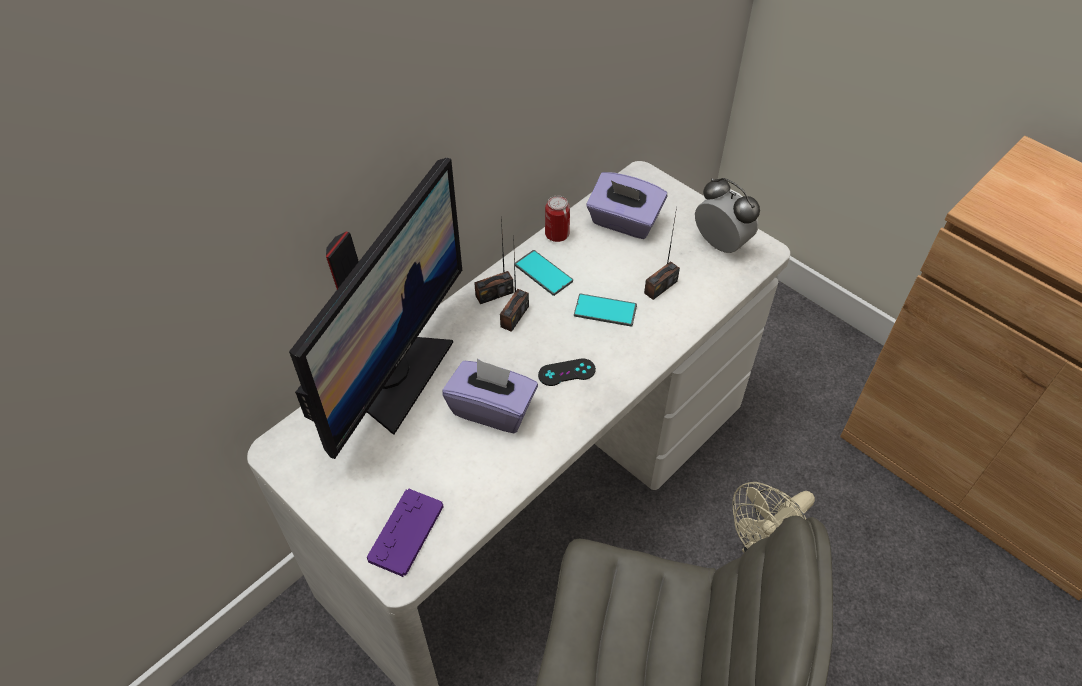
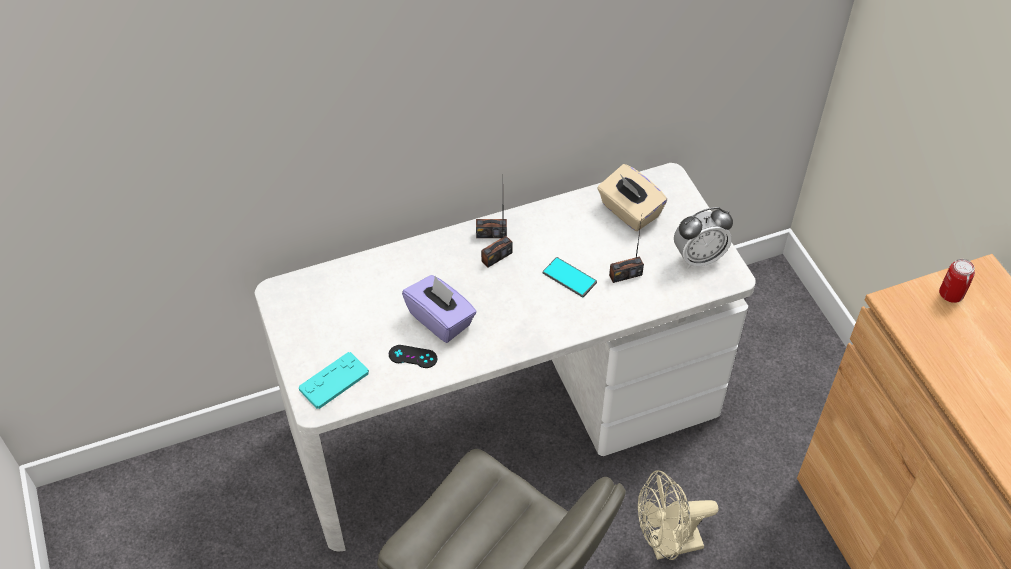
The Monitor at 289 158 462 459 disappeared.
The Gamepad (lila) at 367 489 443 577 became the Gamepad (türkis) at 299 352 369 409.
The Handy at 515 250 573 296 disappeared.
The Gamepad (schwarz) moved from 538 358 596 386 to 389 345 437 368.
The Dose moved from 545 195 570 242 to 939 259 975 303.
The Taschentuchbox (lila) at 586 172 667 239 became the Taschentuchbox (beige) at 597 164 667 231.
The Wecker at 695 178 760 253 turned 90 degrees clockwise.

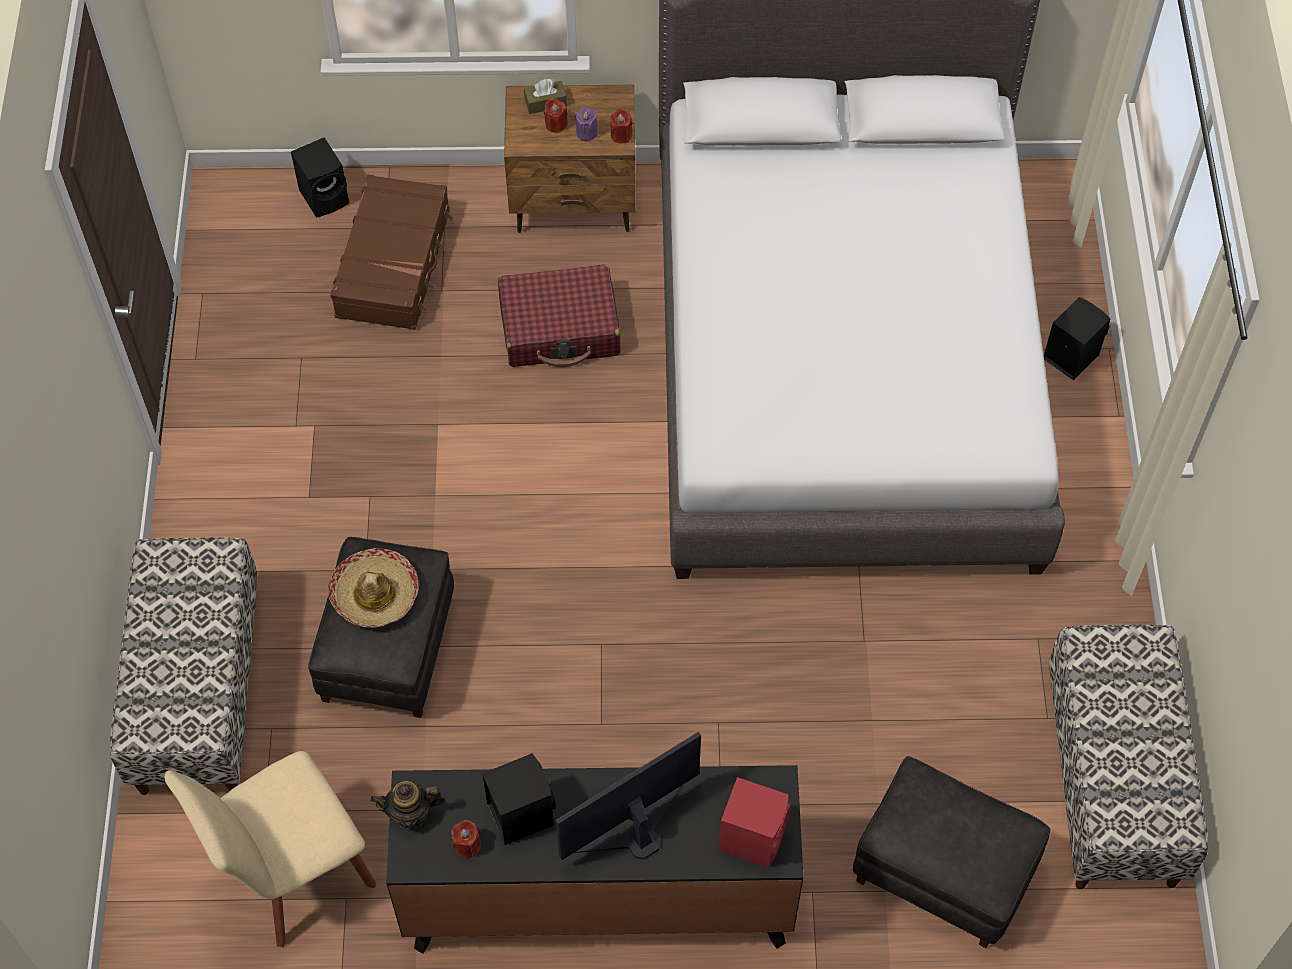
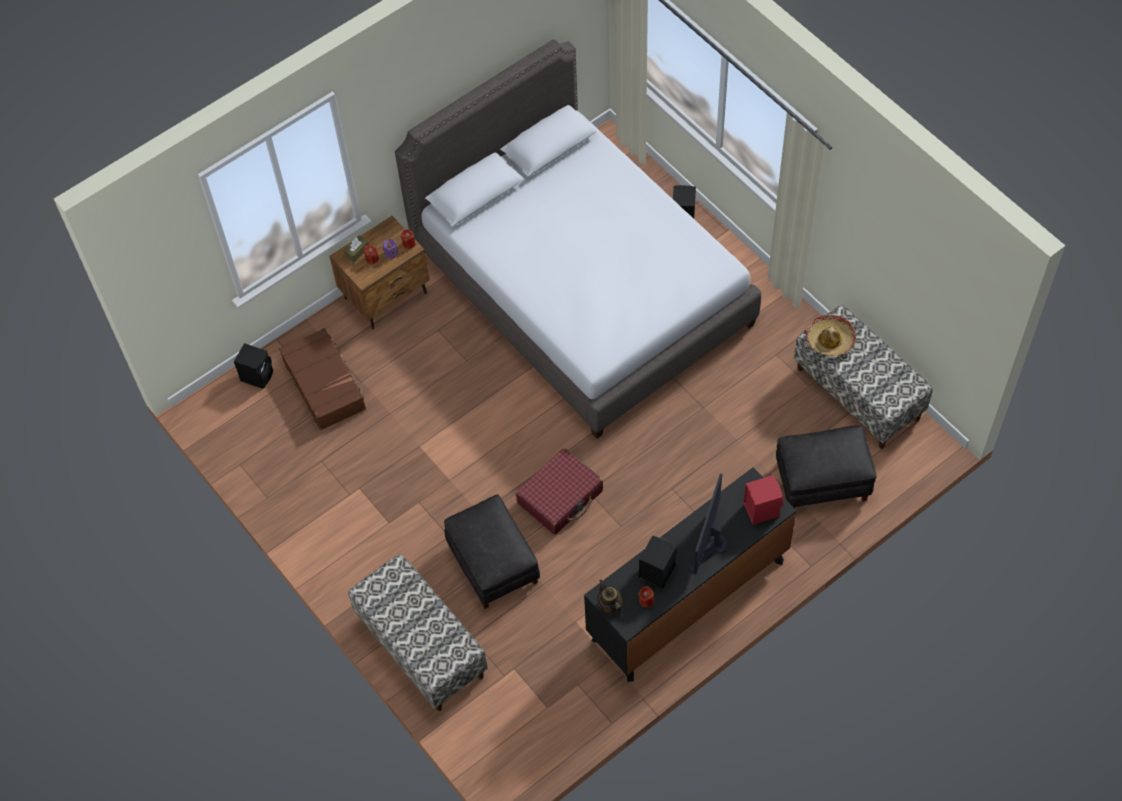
The Stuhl (beige) at 165 751 376 948 disappeared.
The Hut moved from 328 548 419 628 to 806 314 856 356.
The Teekanne at 370 780 445 829 turned 105 degrees clockwise.
The Koffer (rot) moved from 498 264 620 367 to 516 448 603 535.

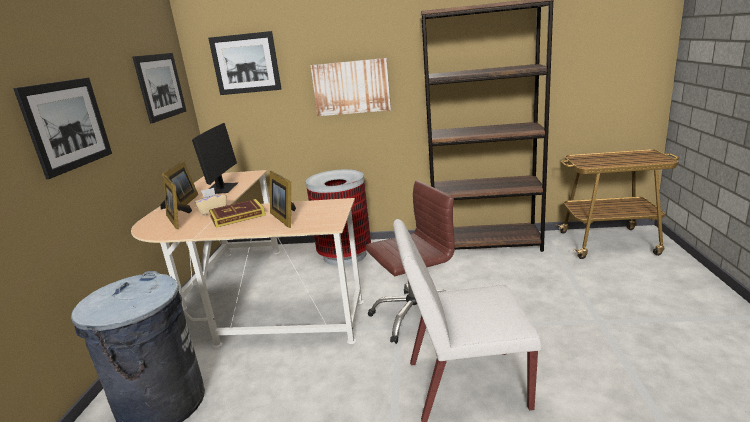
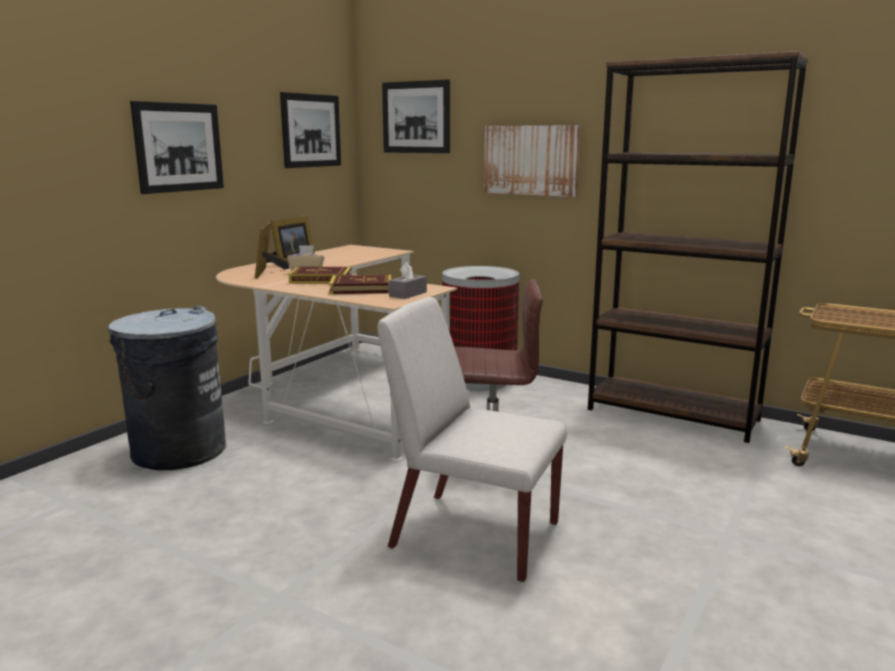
The Monitor at 192 123 239 194 disappeared.
The Bilderrahmen at 270 171 296 228 was replaced by the Buch at 329 275 391 294.
The Taschentuchbox (grau) at 389 262 427 299 appeared.

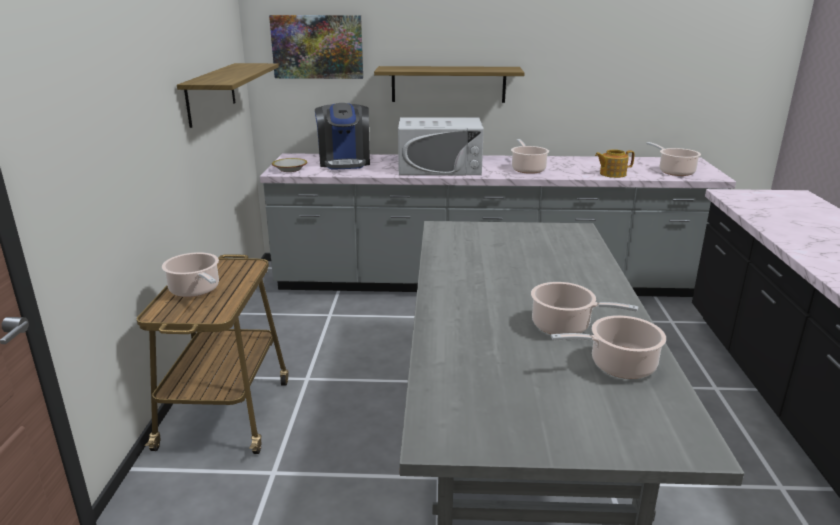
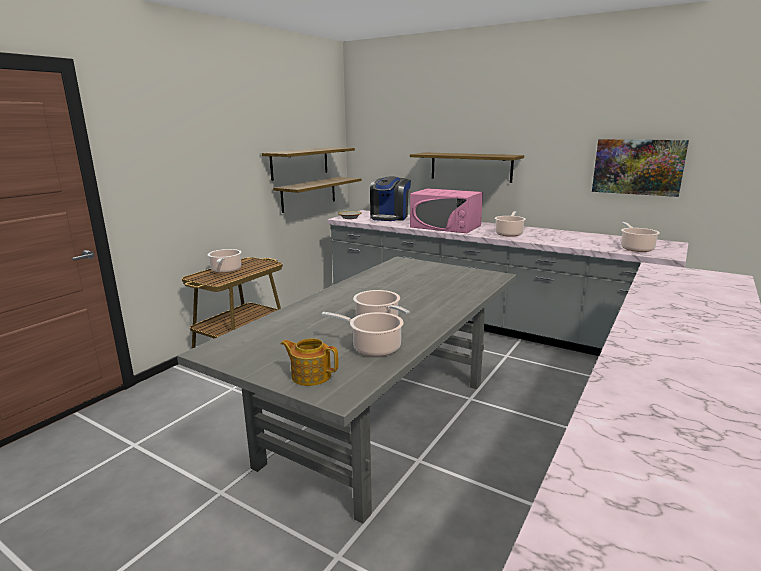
The Bild moved from 269 15 363 79 to 592 139 689 197.
The Mikrowelle (weiß) at 398 117 484 175 became the Mikrowelle (rosa) at 410 188 483 233.
The Teekanne moved from 595 149 635 178 to 281 338 338 386.
The Wandregal at 273 177 361 213 appeared.

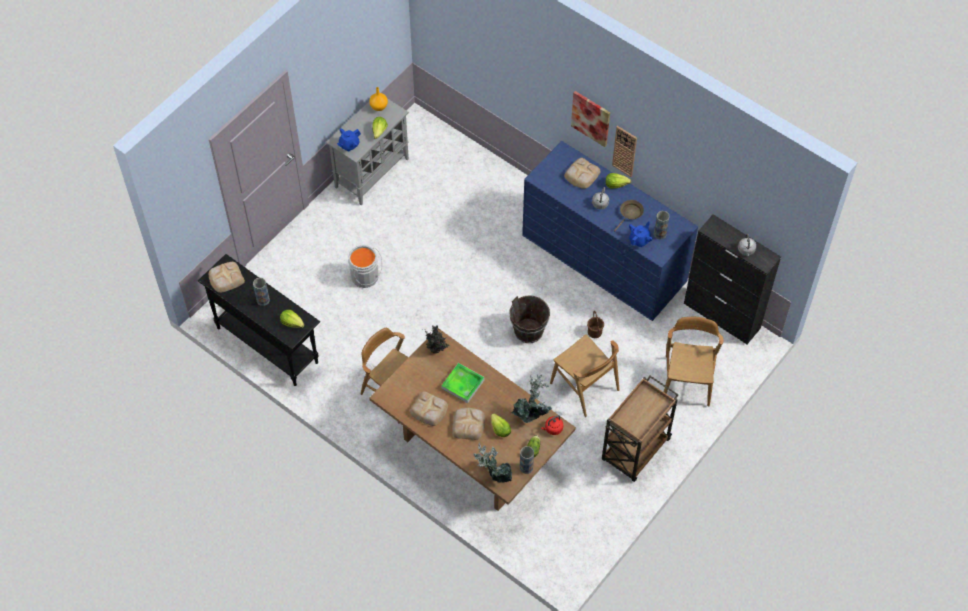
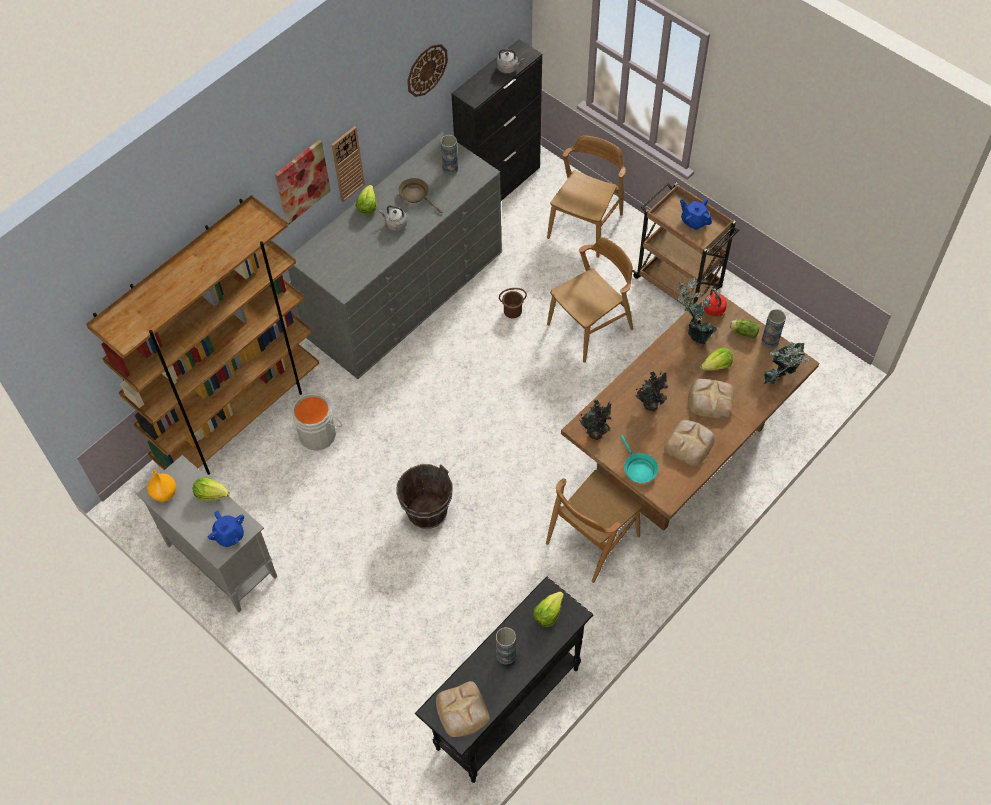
The Eimer (grau) moved from 348 245 382 288 to 292 393 342 451.
The Tablett at 441 363 485 403 was replaced by the Topfpflanze at 635 371 668 411.
The Eimer (braun) moved from 509 295 550 343 to 396 464 453 529.
The Kommode (blau) at 522 141 698 321 became the Kommode (grau) at 288 132 502 379.
The Brot at 564 158 600 189 disappeared.
The Teekanne (blau) moved from 629 221 653 247 to 680 199 712 230.
The Stuhl (braun) at 664 317 724 406 turned 105 degrees clockwise.
The Bücherregal (braun) at 86 195 319 475 appeared.
The Wanduhr at 407 44 448 97 appeared.
The Pfanne (türkis) at 621 435 658 483 appeared.

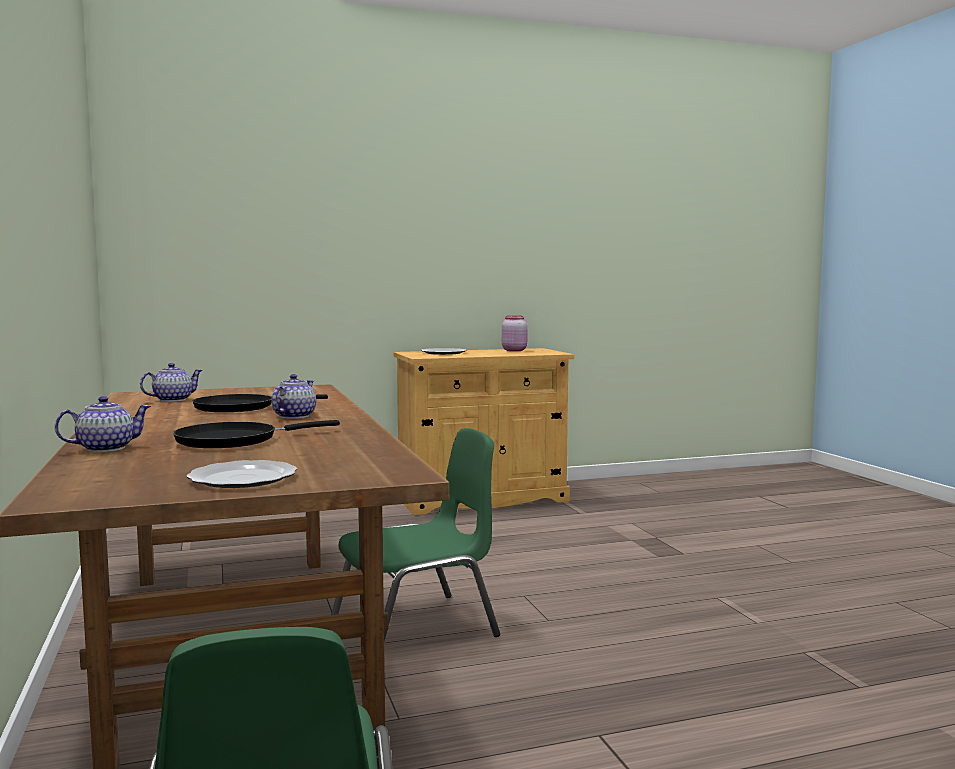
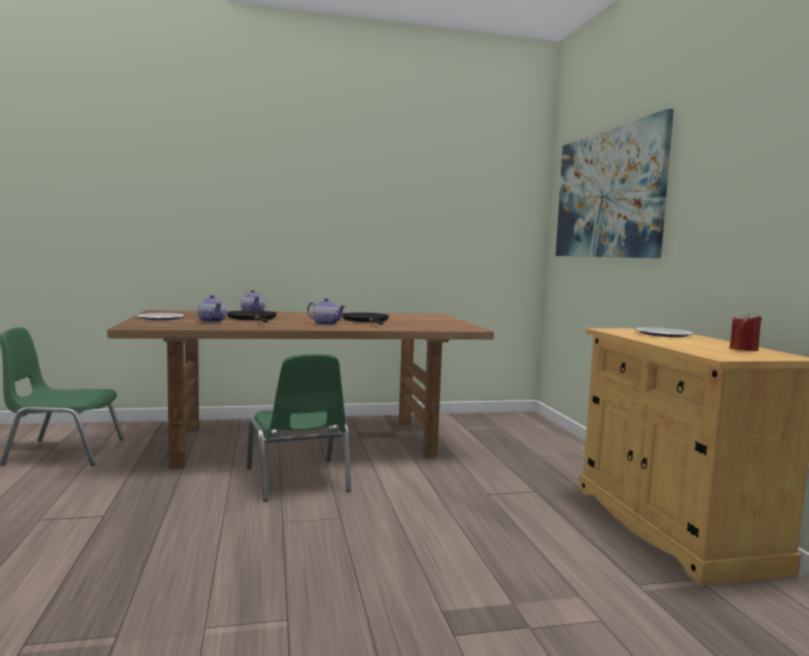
The Teekanne moved from 140 363 203 402 to 198 295 227 323.
The Vorratsglas (rosa) at 502 316 527 351 was replaced by the Kerze (rot) at 730 312 762 351.
The Bild at 556 109 674 258 appeared.

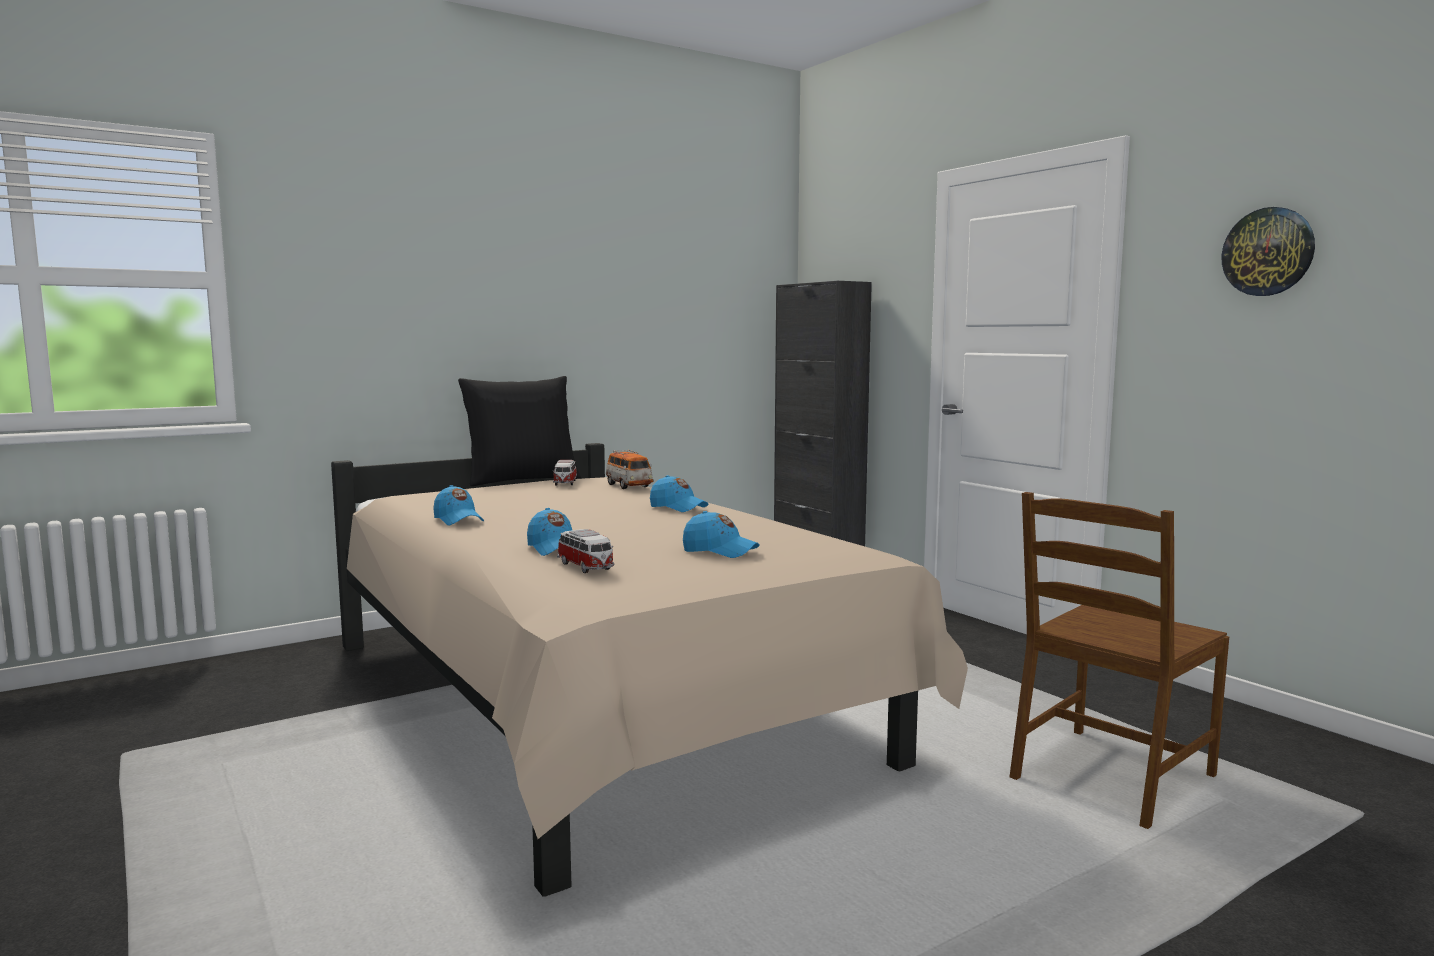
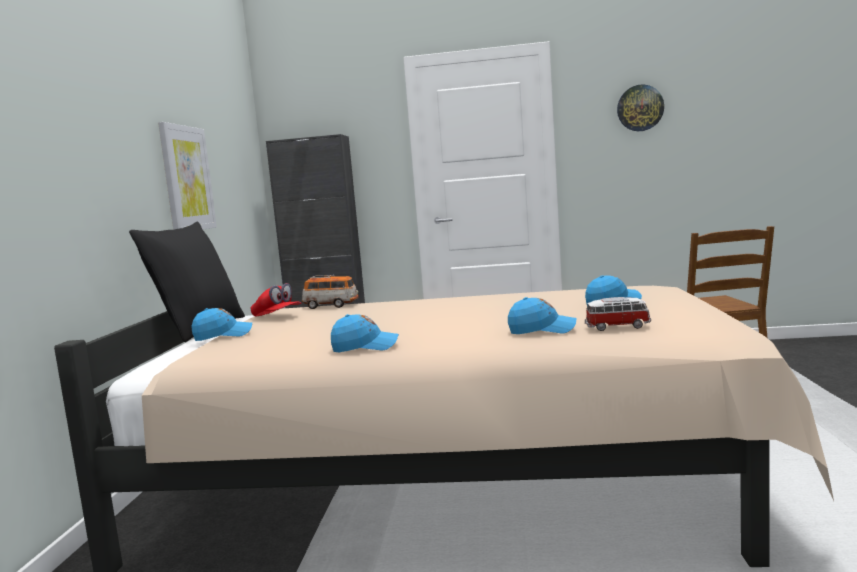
The Spielzeugauto at 553 460 577 485 was replaced by the Kappe (rot) at 251 283 301 317.
The Kappe (blau) moved from 650 475 708 512 to 191 308 252 341.
The Bild at 158 122 217 230 appeared.

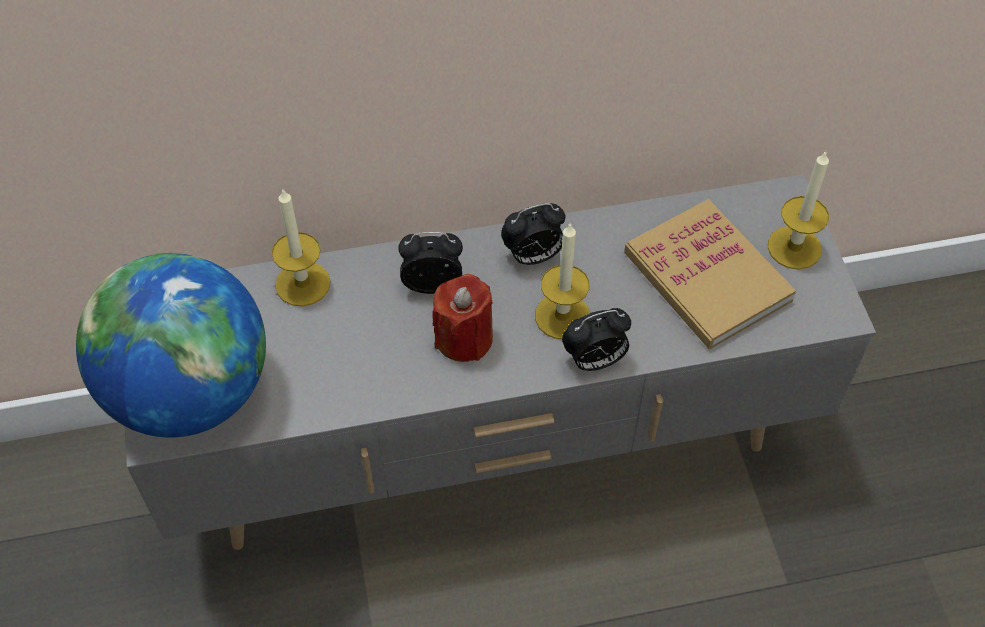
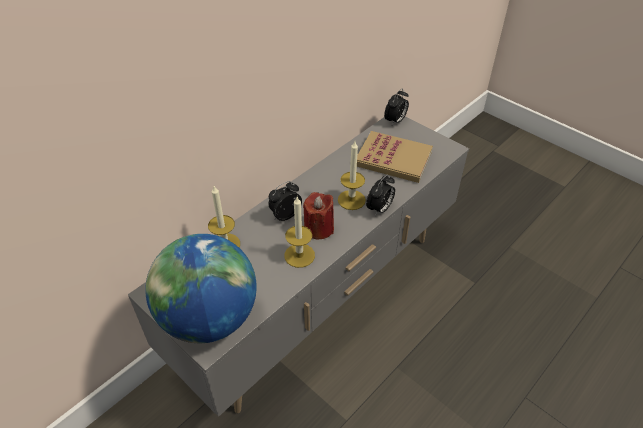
The Wecker moved from 501 203 565 265 to 384 88 409 125.
The Kerze moved from 768 150 829 269 to 284 197 315 268.

